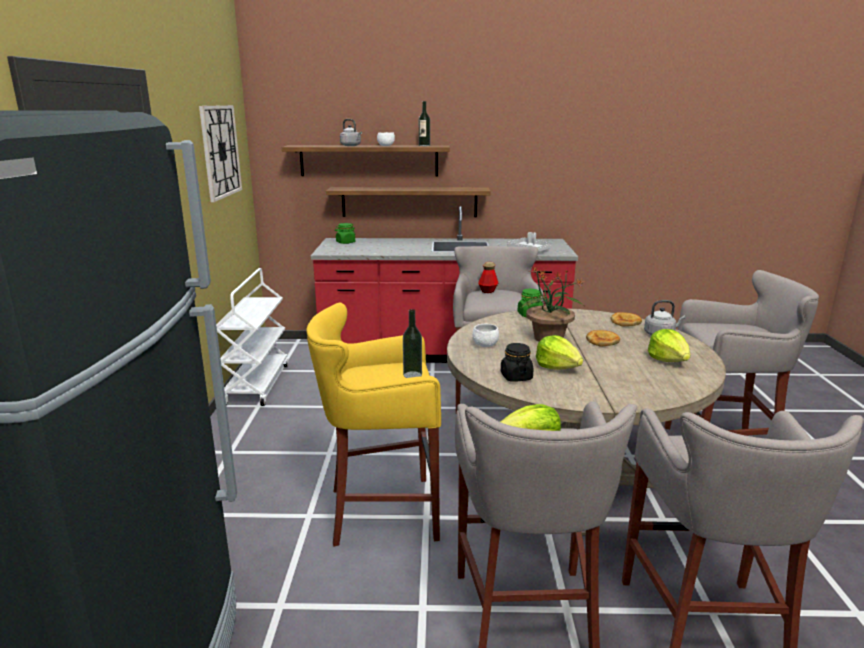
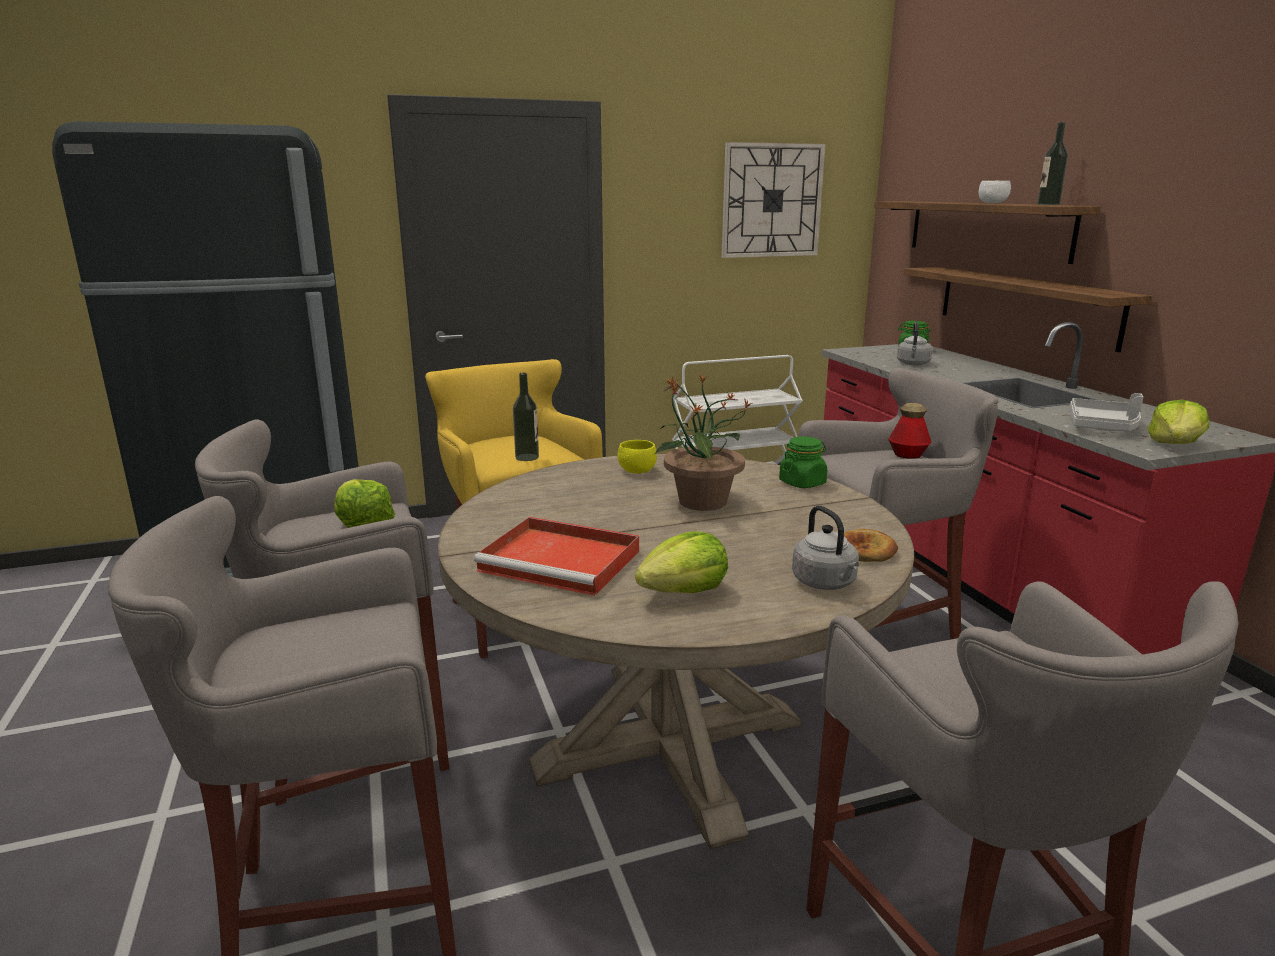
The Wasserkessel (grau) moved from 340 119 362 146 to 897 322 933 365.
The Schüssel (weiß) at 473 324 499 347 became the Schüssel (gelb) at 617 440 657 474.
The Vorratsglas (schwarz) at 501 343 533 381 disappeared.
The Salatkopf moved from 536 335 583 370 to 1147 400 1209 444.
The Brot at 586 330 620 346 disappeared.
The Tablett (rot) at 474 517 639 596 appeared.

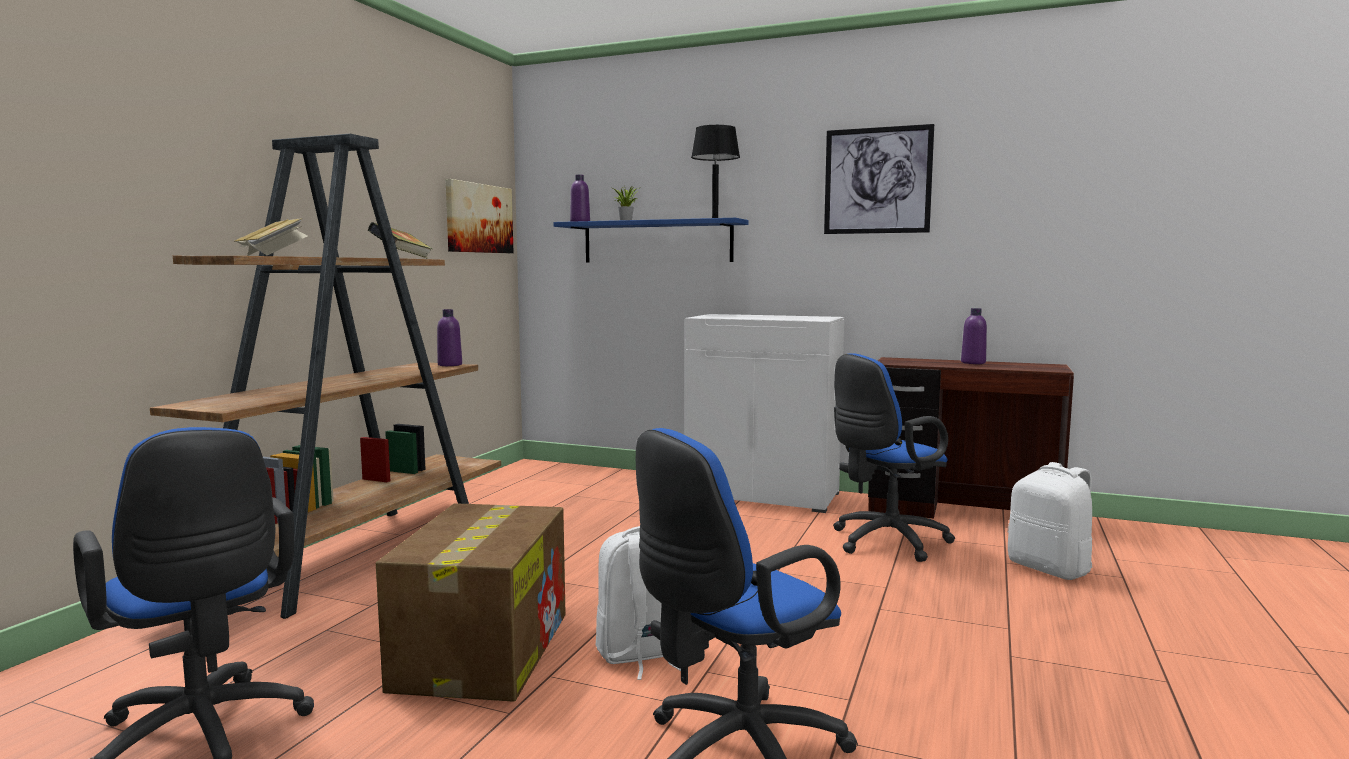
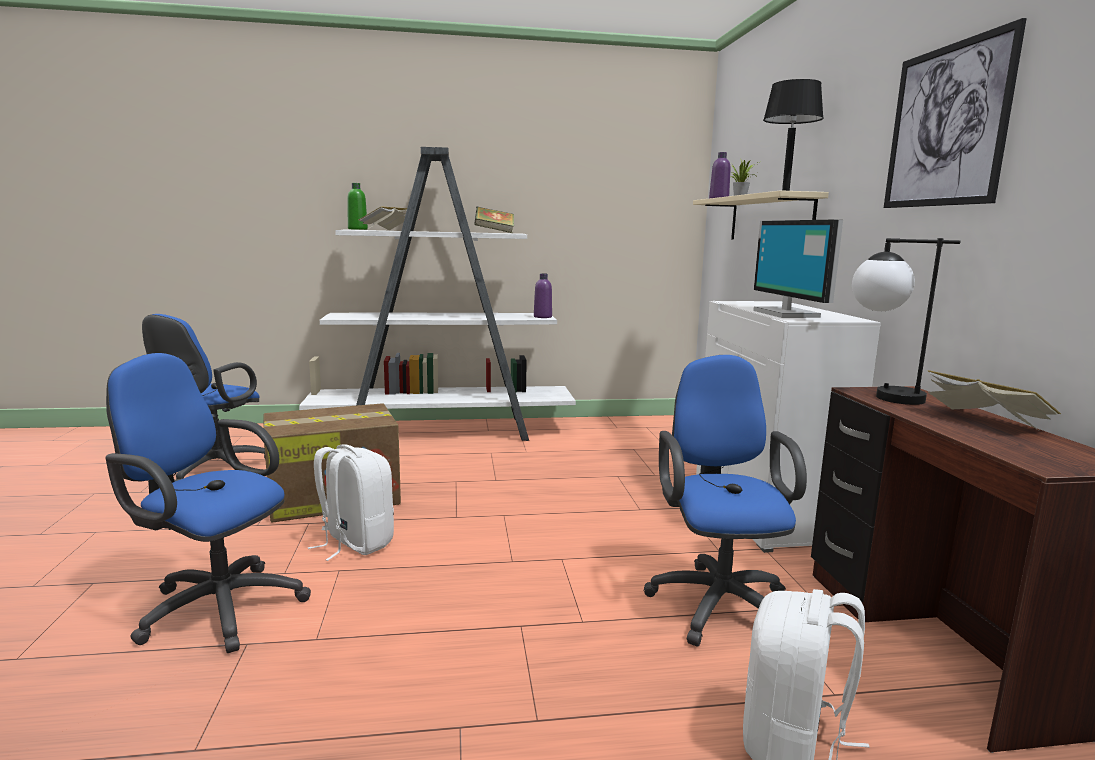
The Bücherregal (braun) at 150 134 501 619 became the Bücherregal (weiß) at 299 147 576 441.
The Bild at 445 179 514 253 disappeared.
The Wandregal (blau) at 554 218 749 262 became the Wandregal (beige) at 693 190 829 240.
The Bürostuhl (blau) at 833 353 955 562 turned 60 degrees clockwise.
The Flasche (lila) at 961 308 987 364 was replaced by the Buch at 928 370 1061 430.
The Flasche (grün) at 347 183 368 230 appeared.
The Monitor at 753 220 843 318 appeared.
The Tischlampe at 852 238 960 405 appeared.

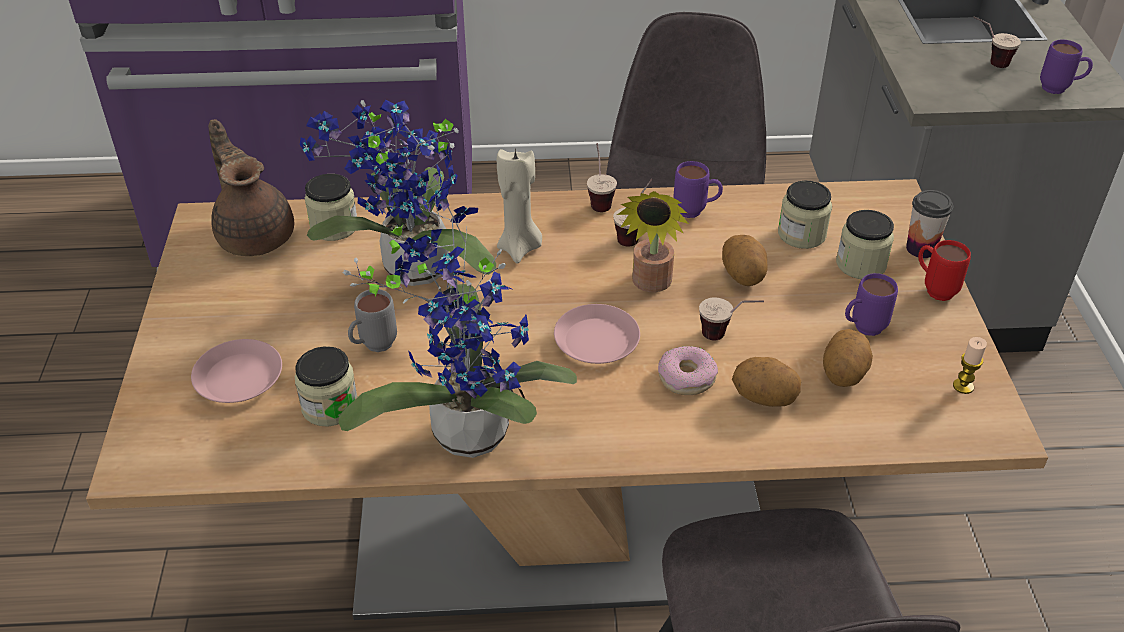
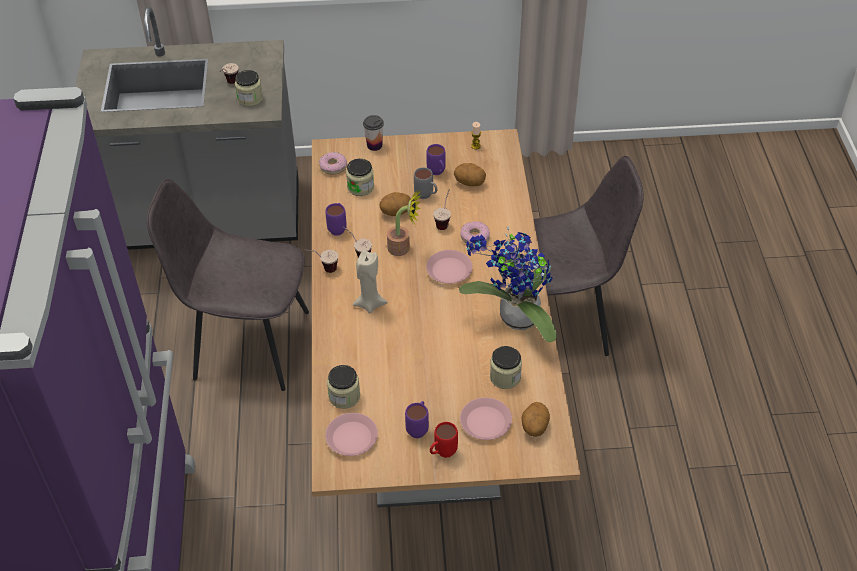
The Teekanne (braun) at 209 119 294 256 was replaced by the Teller (rosa) at 325 413 378 456.
The Topfpflanze at 300 99 496 286 disappeared.
The Henkelbecher (grau) moved from 348 289 397 352 to 414 167 437 199.
The Kartoffel moved from 732 357 801 407 to 522 402 550 437.
The Vorratsglas moved from 836 210 894 279 to 235 70 263 106.
The Henkelbecher (rot) moved from 918 240 971 301 to 430 422 458 458.
The Henkelbecher (lila) moved from 1040 40 1093 94 to 405 401 429 438.
The Donut at 319 152 347 175 appeared.

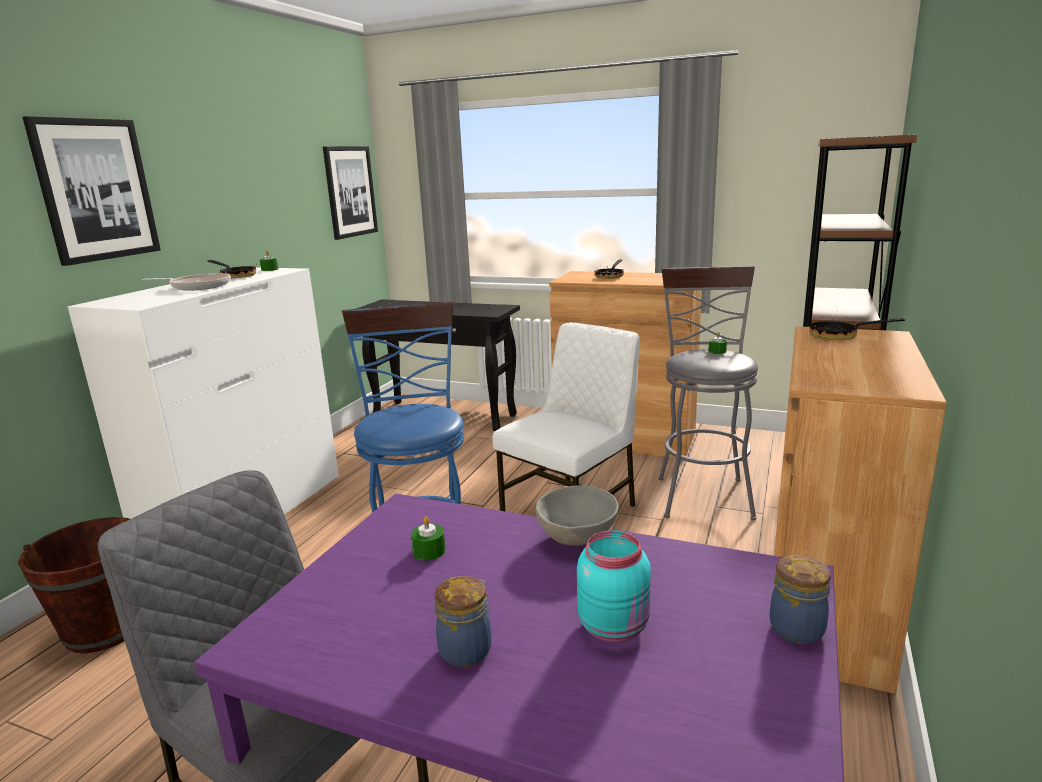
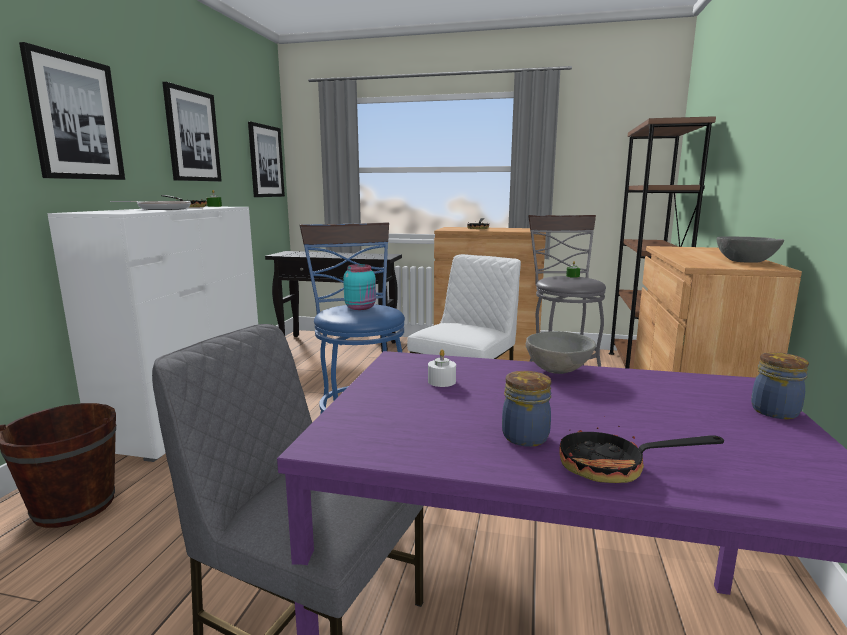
The Kerze (grün) at 411 516 446 560 became the Kerze (weiß) at 428 349 456 387.
The Vorratsglas (türkis) moved from 577 530 651 642 to 343 264 376 310.
The Pfanne moved from 809 317 905 340 to 559 426 724 483.
The Bild at 162 82 222 181 appeared.
The Schüssel (grau) at 717 236 784 263 appeared.

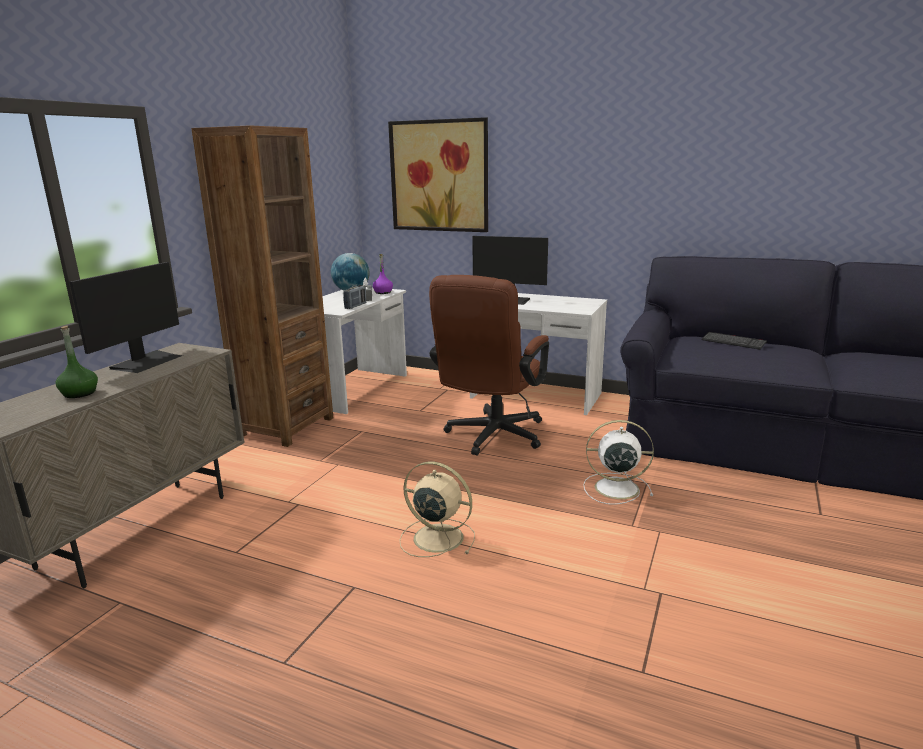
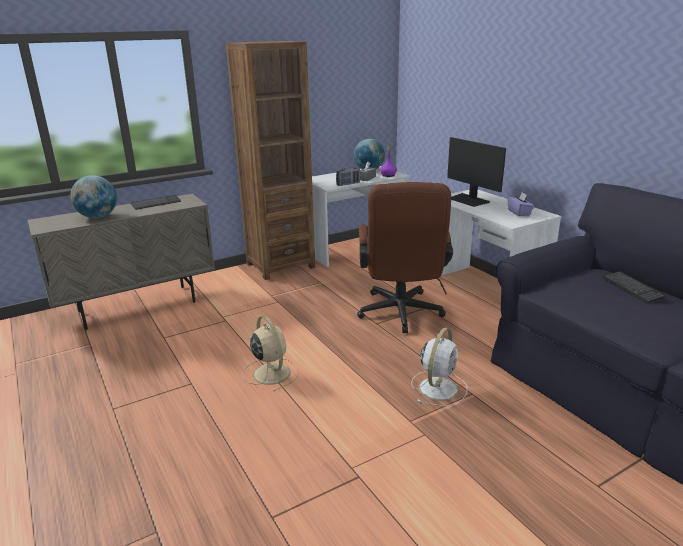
The Flasche (grün) at 56 326 98 398 was replaced by the Globus at 70 175 117 218.
The Monitor at 69 262 183 373 was replaced by the Tastatur at 130 195 181 210.
The Bild at 388 117 488 232 disappeared.
The Bürostuhl (braun) at 429 275 549 456 turned 60 degrees counterclockwise.
The Ventilator (weiß) at 583 420 654 505 turned 75 degrees clockwise.
The Taschentuchbox (lila) at 507 193 534 216 appeared.

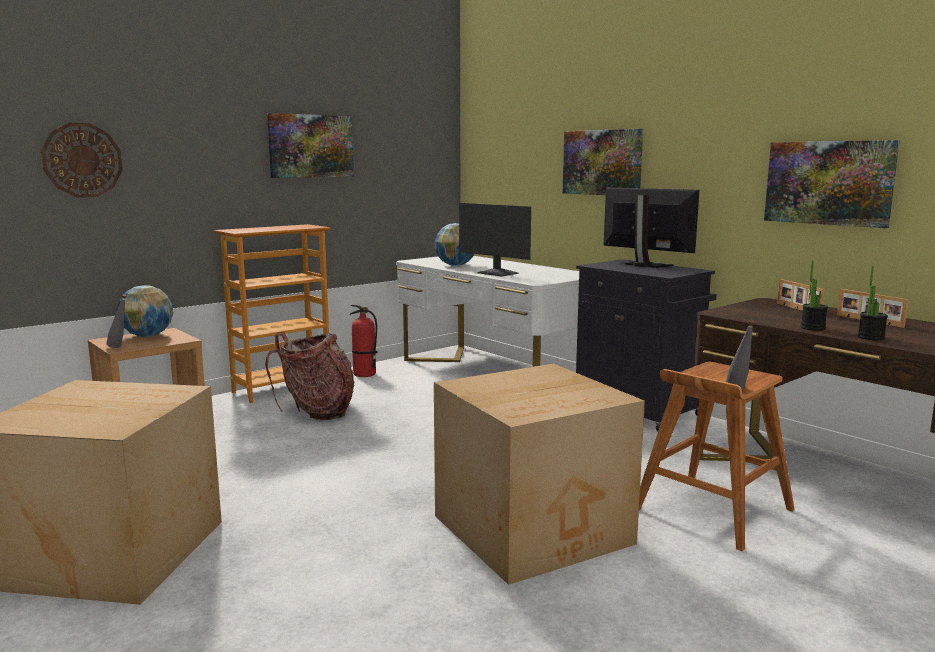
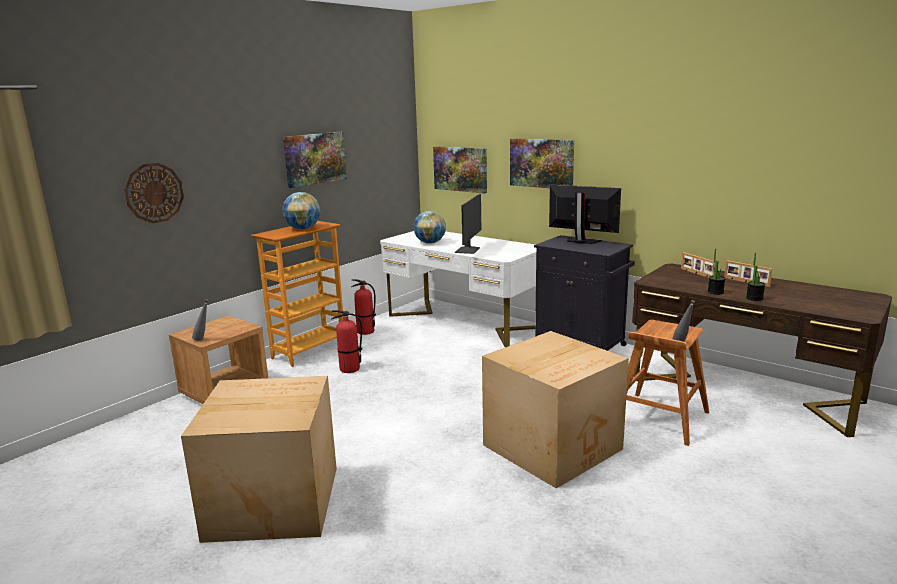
The Globus moved from 117 285 173 337 to 282 192 320 230.
The Rucksack at 265 332 354 420 was replaced by the Feuerlöscher at 331 310 362 373.
The Monitor at 459 203 531 276 turned 105 degrees counterclockwise.
The Bild moved from 764 140 900 228 to 433 146 487 193.

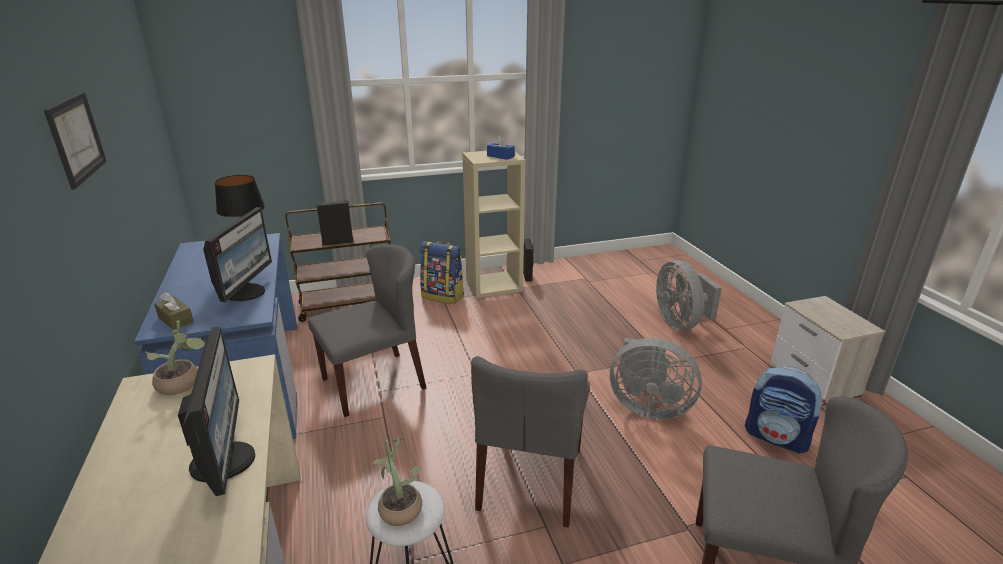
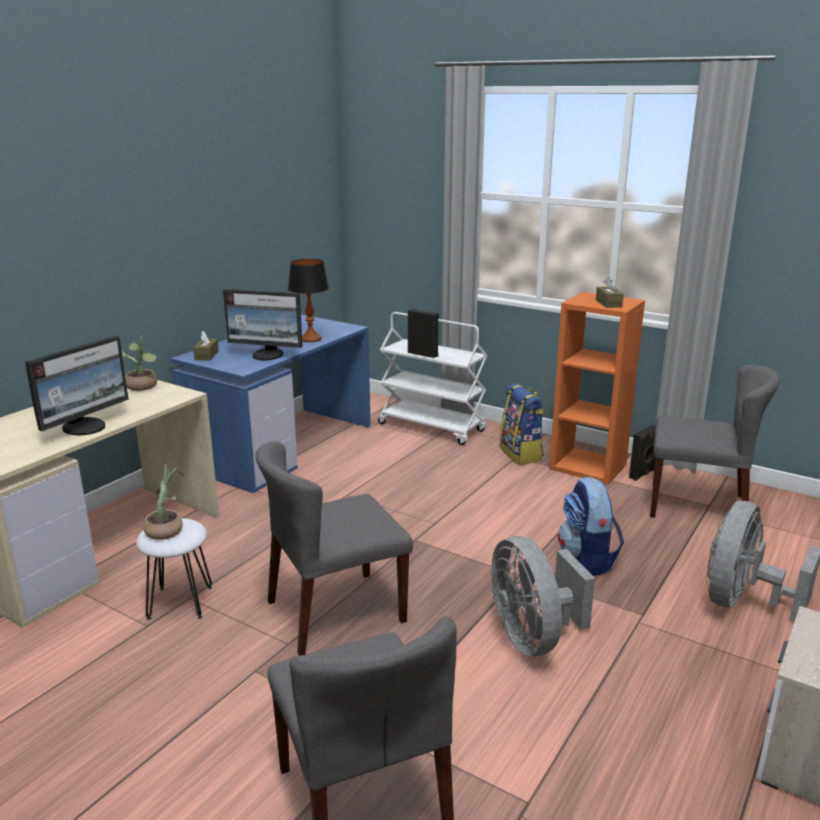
The Bild at 44 92 107 190 disappeared.
The Monitor at 203 207 272 302 turned 45 degrees clockwise.
The Rollwagen (braun) at 286 202 390 322 became the Rollwagen (weiß) at 378 312 488 445.
The Stuhl (grau) moved from 308 244 426 417 to 650 365 780 518.
The Bücherregal (beige) at 462 151 525 298 became the Bücherregal (orange) at 549 292 645 485.
The Taschentuchbox (blau) at 487 135 515 160 became the Taschentuchbox (braun) at 596 277 624 308.
The Rucksack moved from 745 366 825 454 to 558 477 624 576.

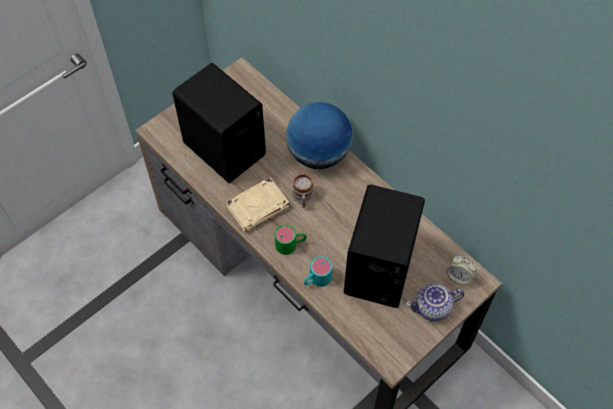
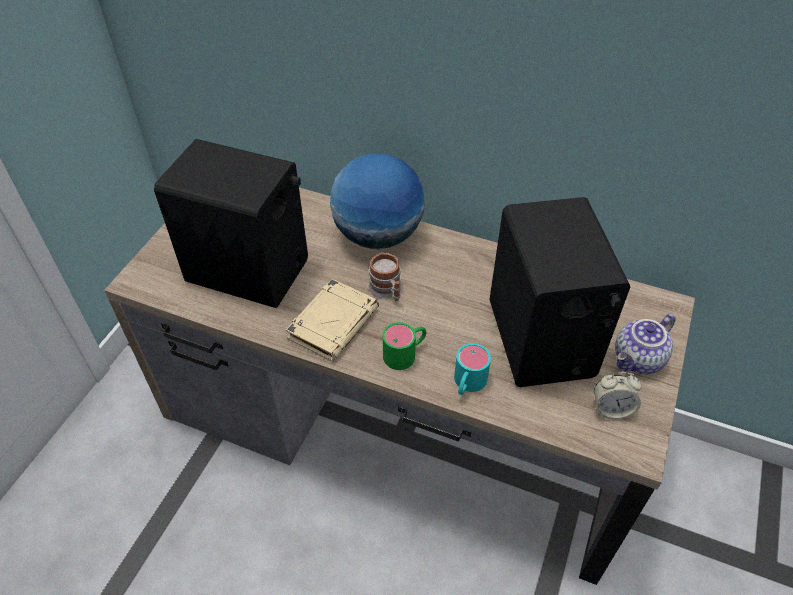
The Wecker moved from 447 256 477 285 to 594 372 642 420.

